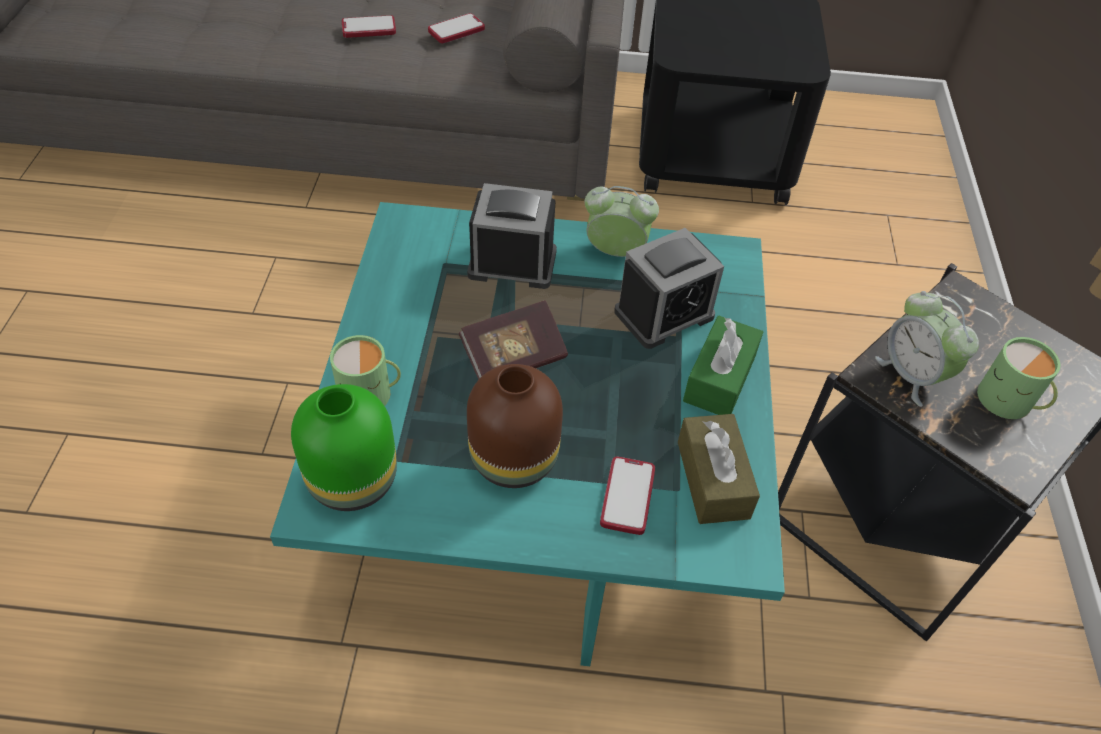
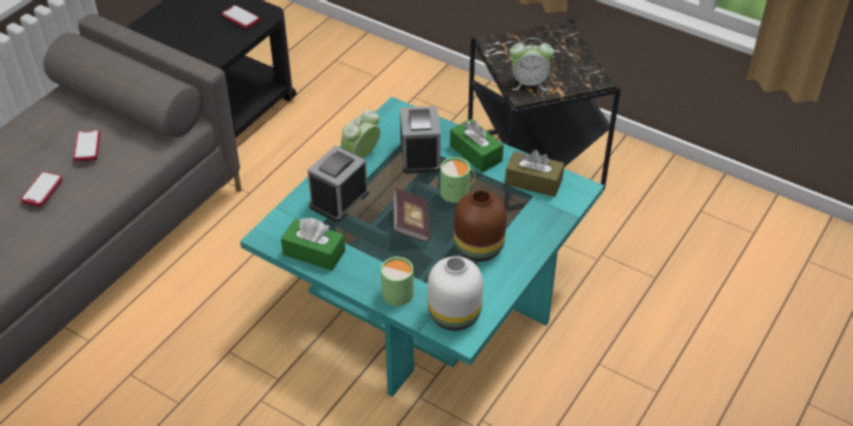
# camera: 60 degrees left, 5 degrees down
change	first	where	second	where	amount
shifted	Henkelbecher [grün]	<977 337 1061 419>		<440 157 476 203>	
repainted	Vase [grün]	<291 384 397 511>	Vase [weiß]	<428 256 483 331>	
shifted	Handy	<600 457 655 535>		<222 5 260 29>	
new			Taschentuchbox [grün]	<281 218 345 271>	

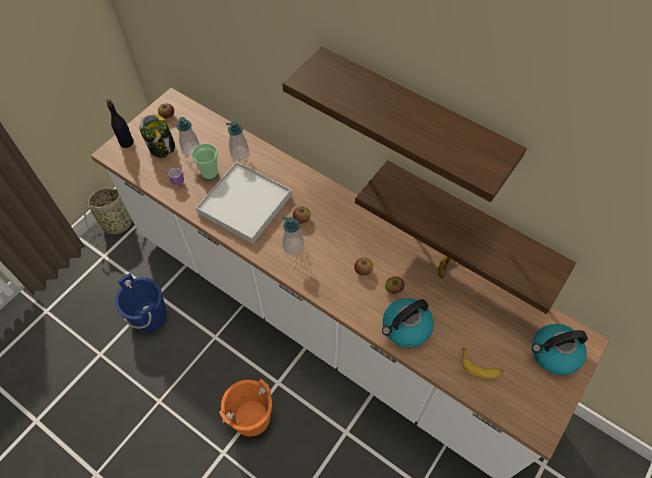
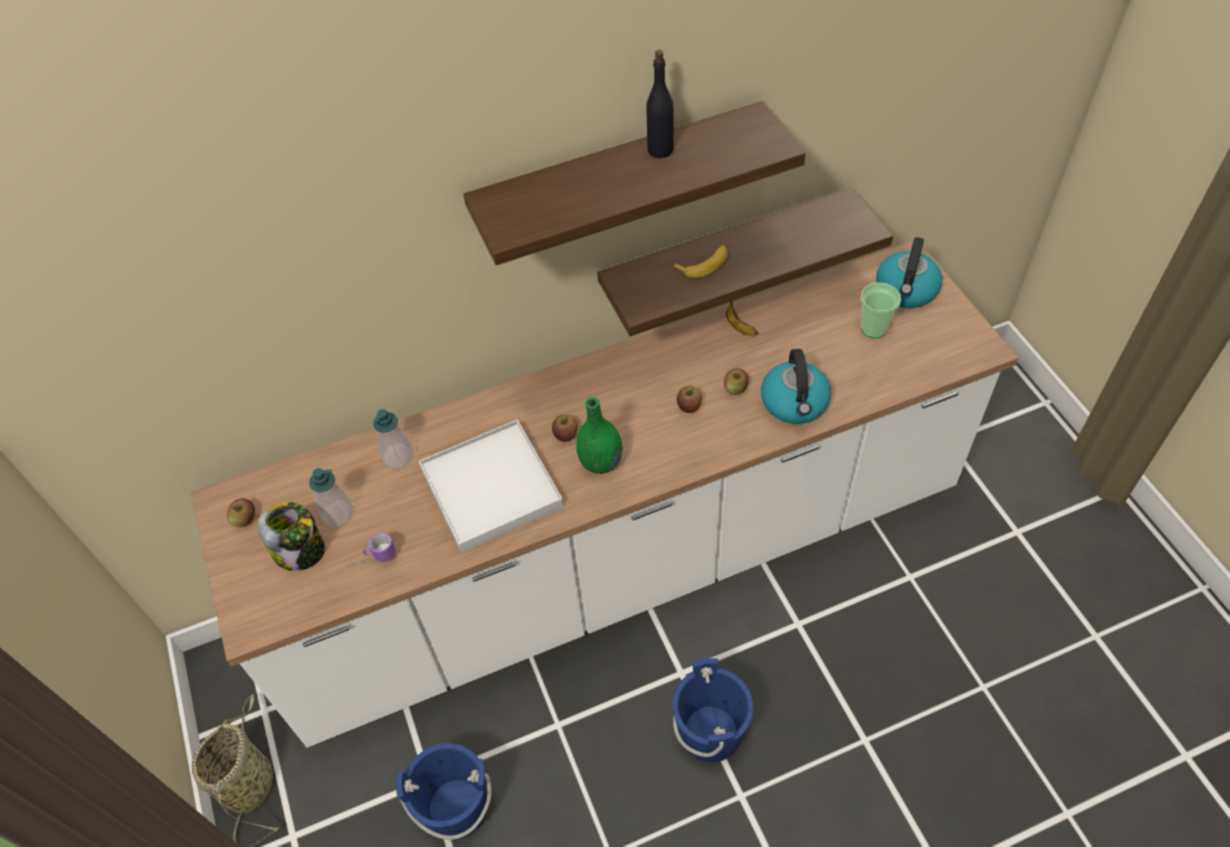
# camera: 55 degrees left, 5 degrees down
change	first	where	second	where	amount
shifted	Flasche [schwarz]	<106 99 134 148>		<646 50 673 158>	
shifted	Tasse	<191 144 218 180>		<861 283 901 338>	
swapped	Seifenspender	<282 216 304 255>	Vase [grün]	<576 397 623 474>	
shifted	Banane	<461 348 503 379>		<672 244 728 278>	
repainted	Eimer [orange]	<219 379 272 437>	Eimer [blau]	<672 658 754 762>	

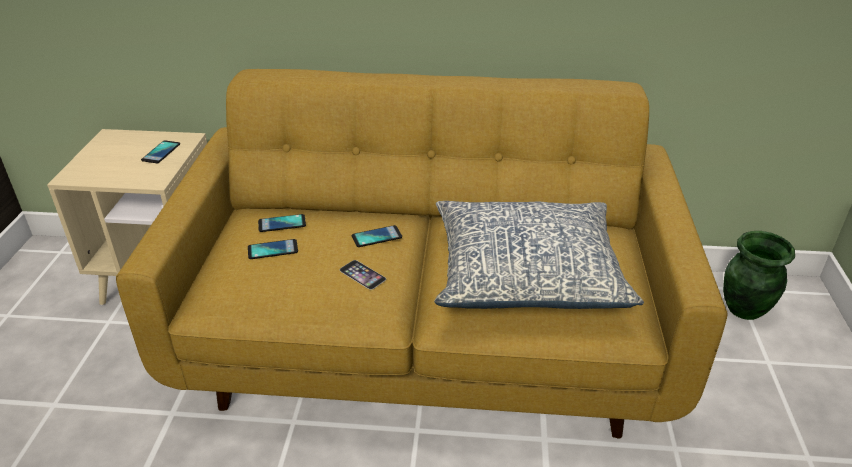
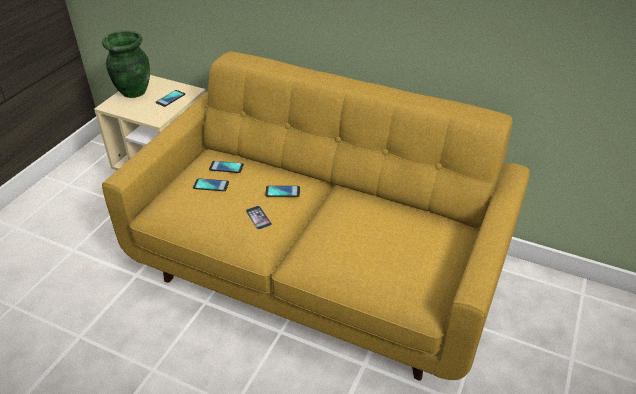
# camera: 20 degrees right, 5 degrees up
change	first	where	second	where	amount
gone	Kissen	<434 201 644 309>			
shifted	Vase [grün]	<723 231 795 320>		<102 31 150 98>	

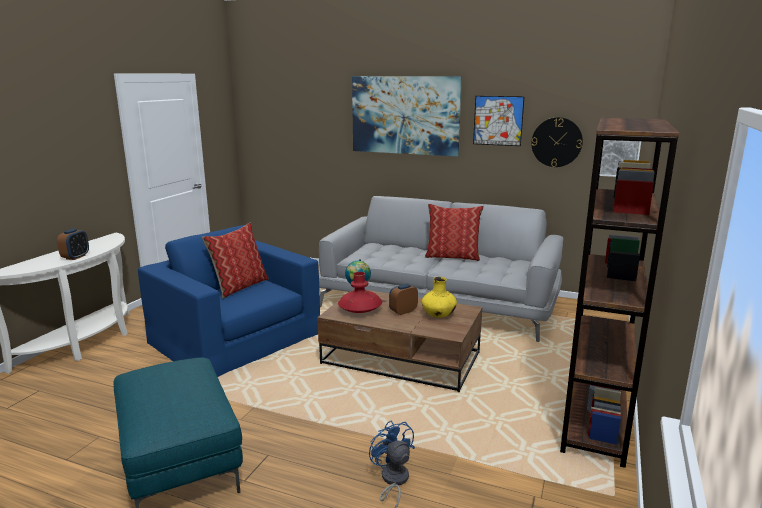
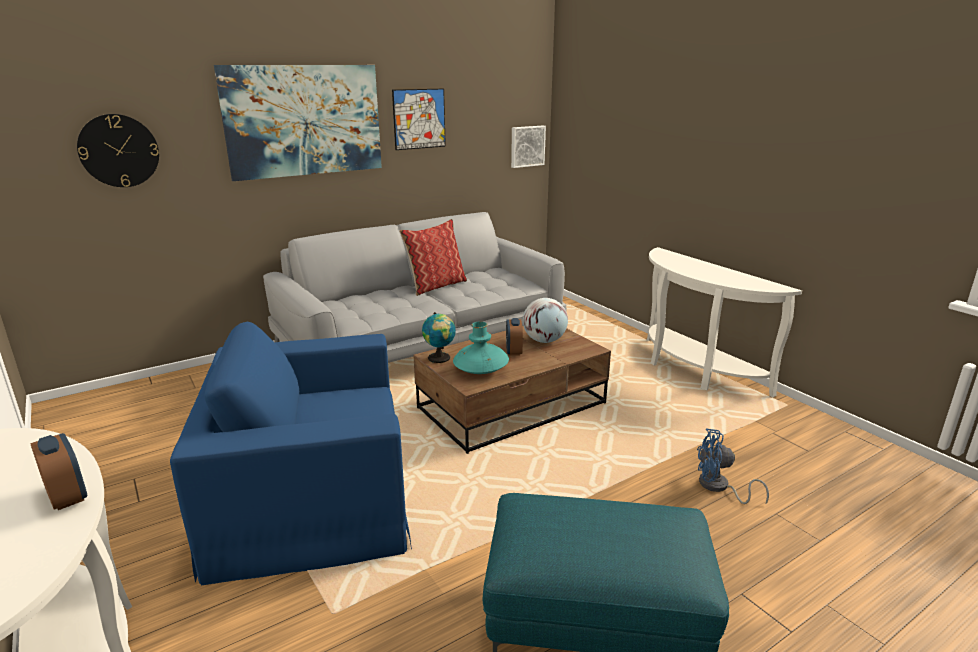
# camera: 55 degrees left, 5 degrees up
change	first	where	second	where	amount
shifted	Wanduhr	<531 117 583 167>		<77 114 159 187>	
swapped	Bücherregal [braun]	<560 118 679 468>	Konsolentisch [weiß]	<647 247 802 397>	
gone	Kissen	<202 223 269 299>			
repainted	Vase [rot]	<338 272 382 313>	Vase [türkis]	<453 321 509 374>	
swapped	Vase [gelb]	<422 277 457 318>	Globus	<523 298 568 343>	

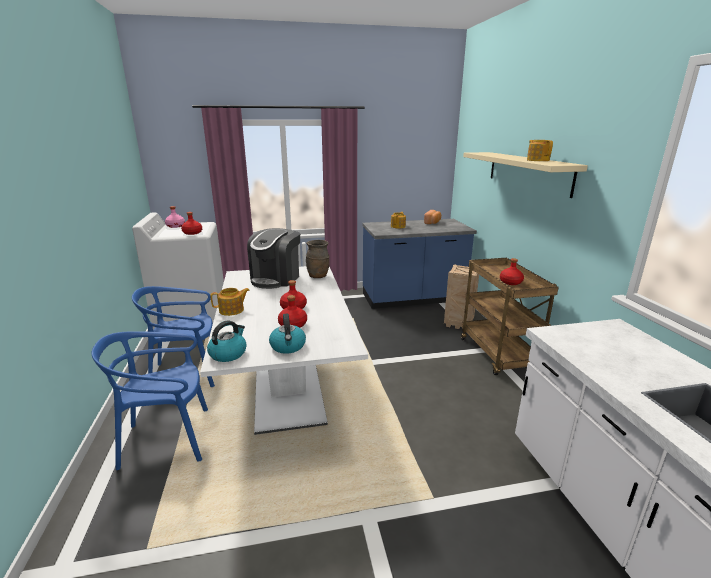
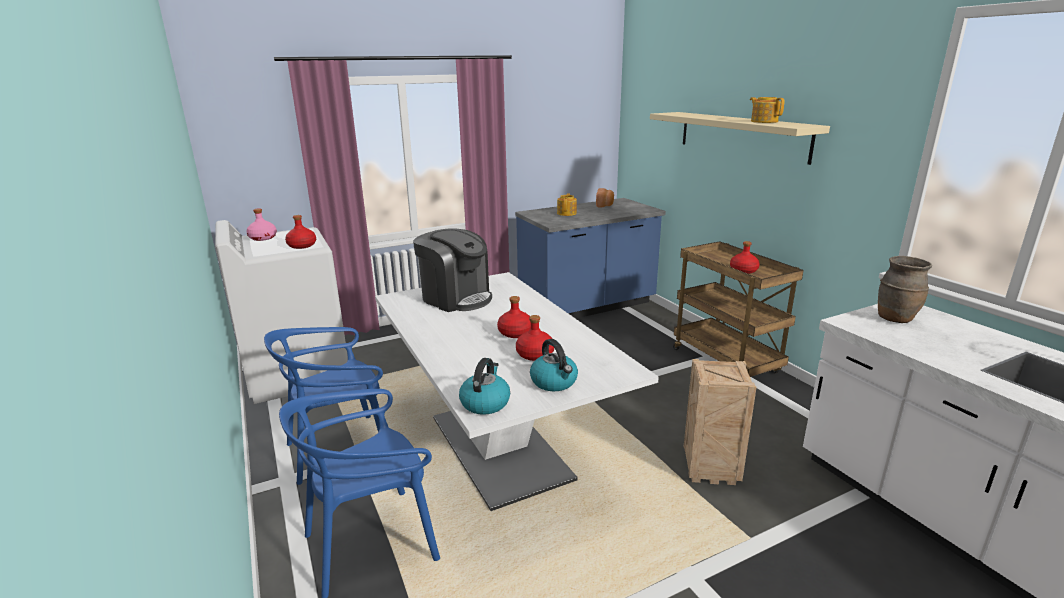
# camera: 15 degrees left, 0 degrees up
change	first	where	second	where	amount
rotated	Kaffeemaschine	<247 228 300 289>		<413 228 492 312>	60 degrees counterclockwise
shifted	Vase [braun]	<306 240 330 278>		<878 256 932 323>	
shifted	Kiste	<444 264 479 329>		<684 359 757 485>	
gone	Teekanne	<210 288 250 316>			

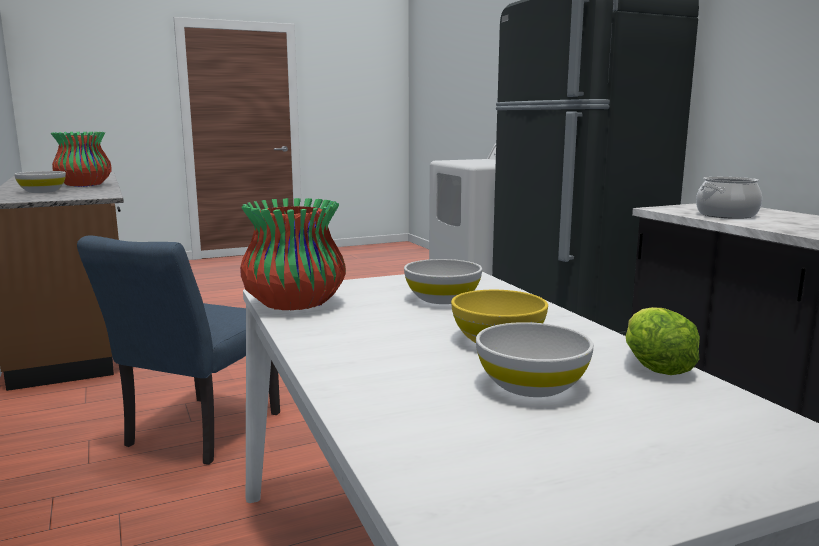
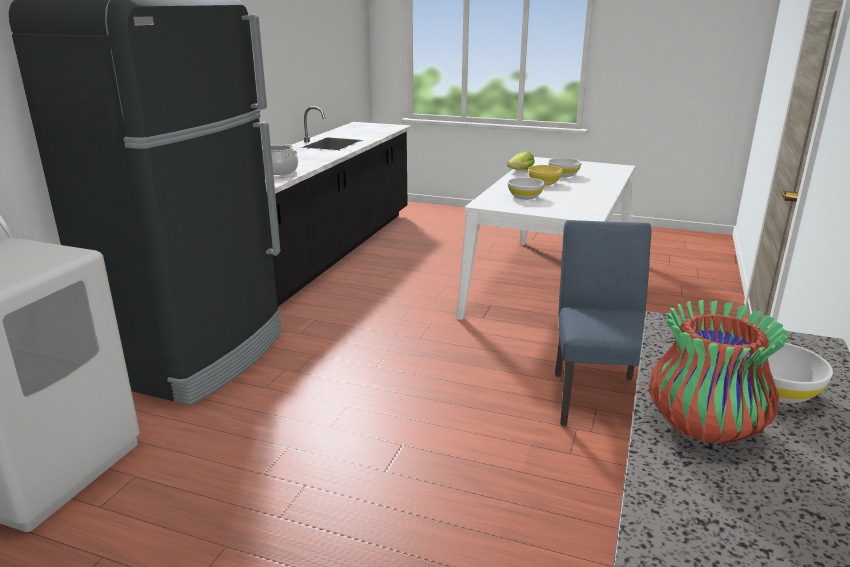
# camera: 135 degrees left, 10 degrees up
change	first	where	second	where	amount
gone	Vase	<240 198 346 310>			
rotated	Stuhl [blau]	<77 235 280 465>		<555 220 651 426>	60 degrees counterclockwise

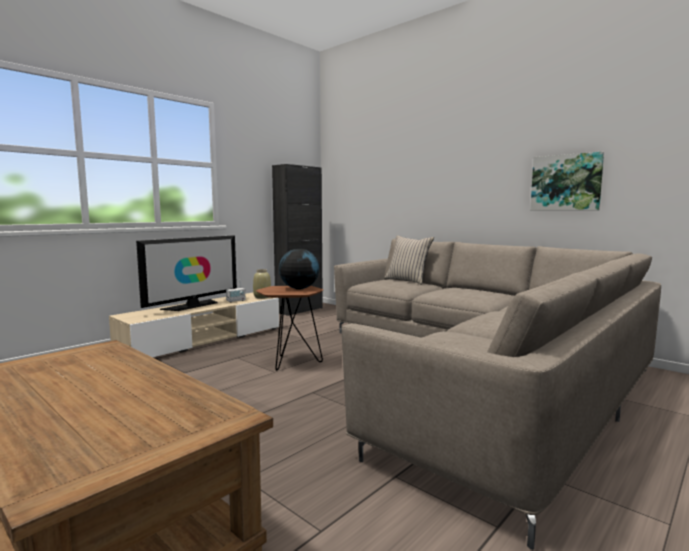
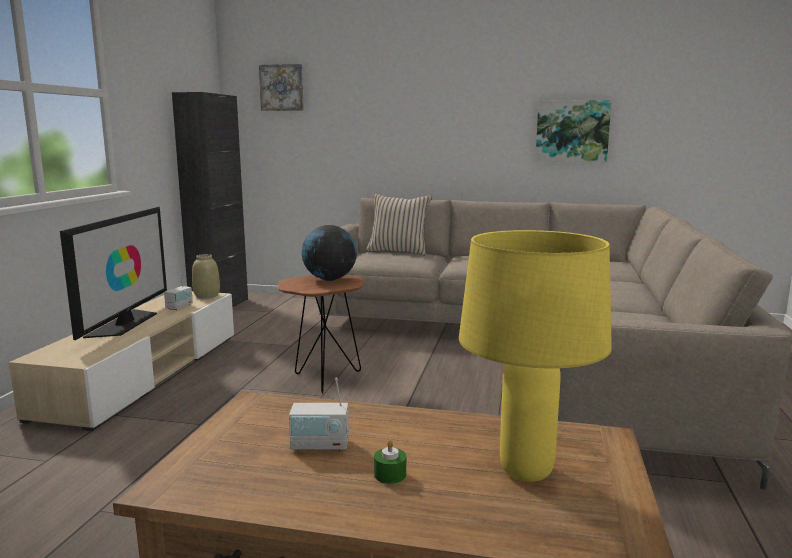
# camera: 30 degrees left, 5 degrees up
change	first	where	second	where	amount
new			Bild	<259 64 304 111>	
new			Tischlampe [gelb]	<459 230 612 482>	
new			Radio	<289 377 349 451>	
new			Kerze [grün]	<374 439 406 484>	

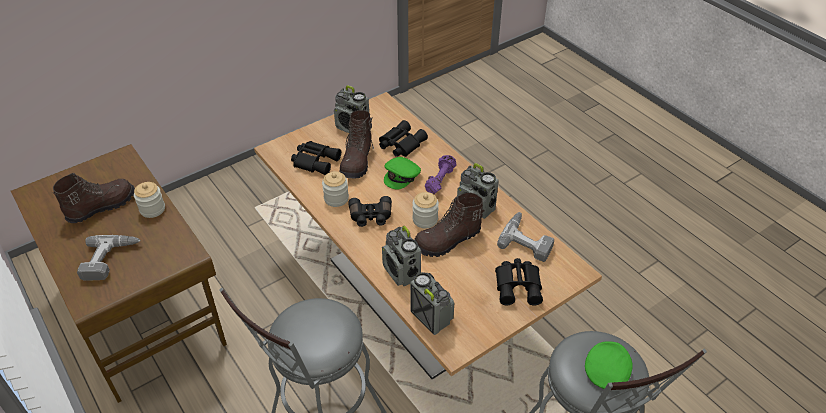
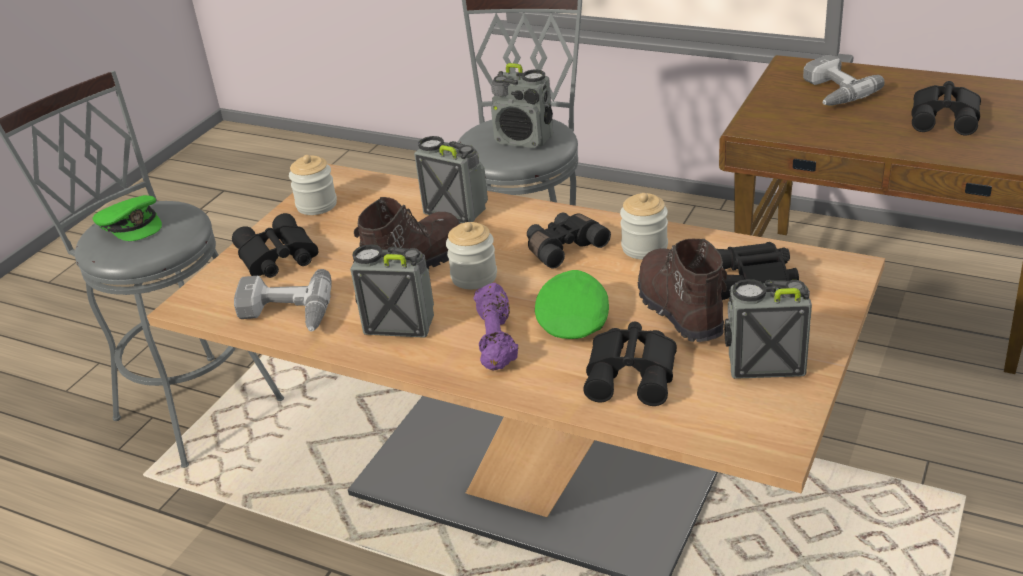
# camera: 155 degrees right, 10 degrees down
change	first	where	second	where	amount
swapped	Stiefel [braun]	<53 173 135 223>	Fernglas [schwarz]	<911 81 981 135>	
shifted	Vorratsglas	<134 182 165 218>		<289 155 337 215>	
shifted	Radio	<410 272 454 335>		<491 63 553 148>	
rotated	Kappe [grün]	<585 341 633 389>		<92 195 162 241>	45 degrees counterclockwise

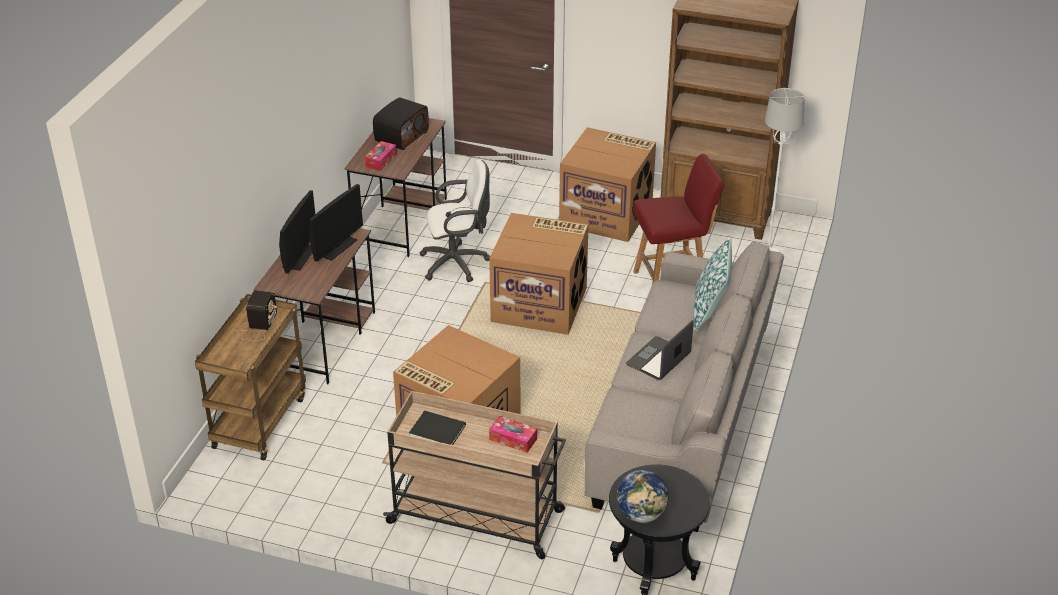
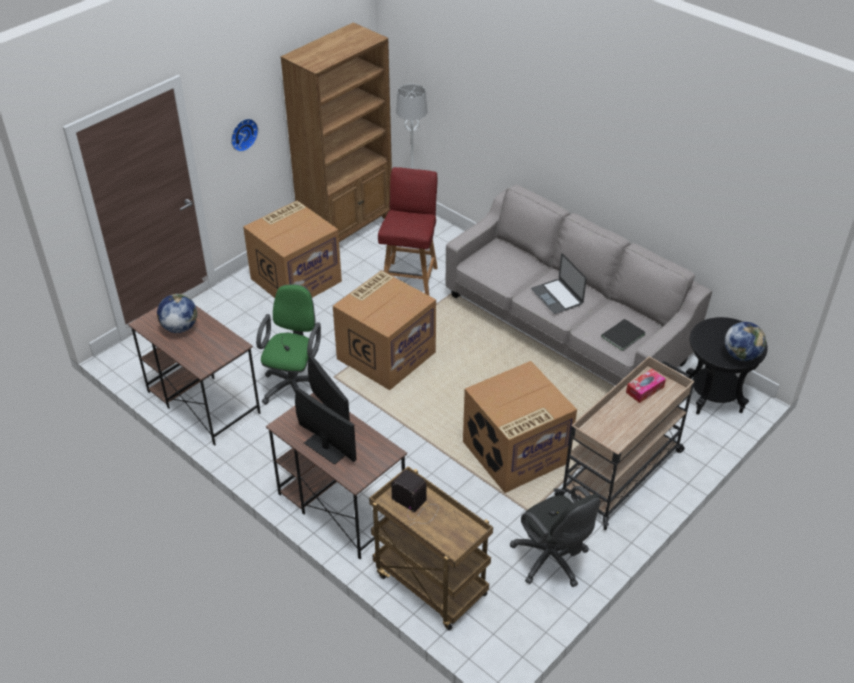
# camera: 65 degrees left, 5 degrees up
change	first	where	second	where	amount
swapped	Radio	<373 97 429 150>	Globus	<157 294 197 333>	
gone	Taschentuchbox	<364 141 397 171>			
repainted	Bürostuhl [weiß]	<419 160 490 282>	Bürostuhl [grün]	<256 284 321 405>	
gone	Kissen	<694 236 732 332>			
shifted	Buch [schwarz]	<409 410 466 445>		<601 319 646 351>	
new			Wanduhr	<231 119 258 152>	
new			Bürostuhl [schwarz]	<510 486 601 587>	

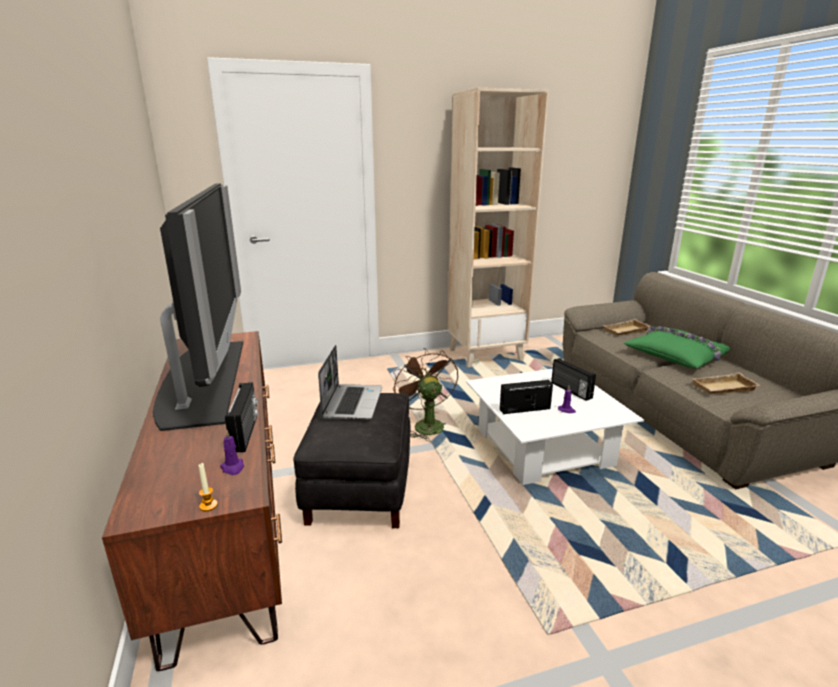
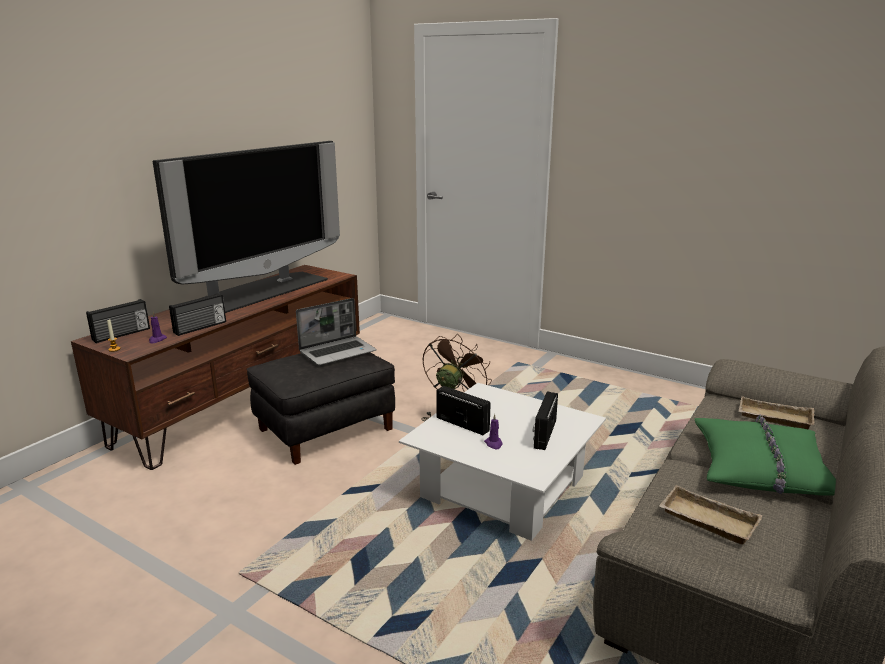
# camera: 50 degrees right, 0 degrees up
change	first	where	second	where	amount
gone	Bücherregal [beige]	<448 88 549 367>			
new			Radio	<86 299 150 343>	

